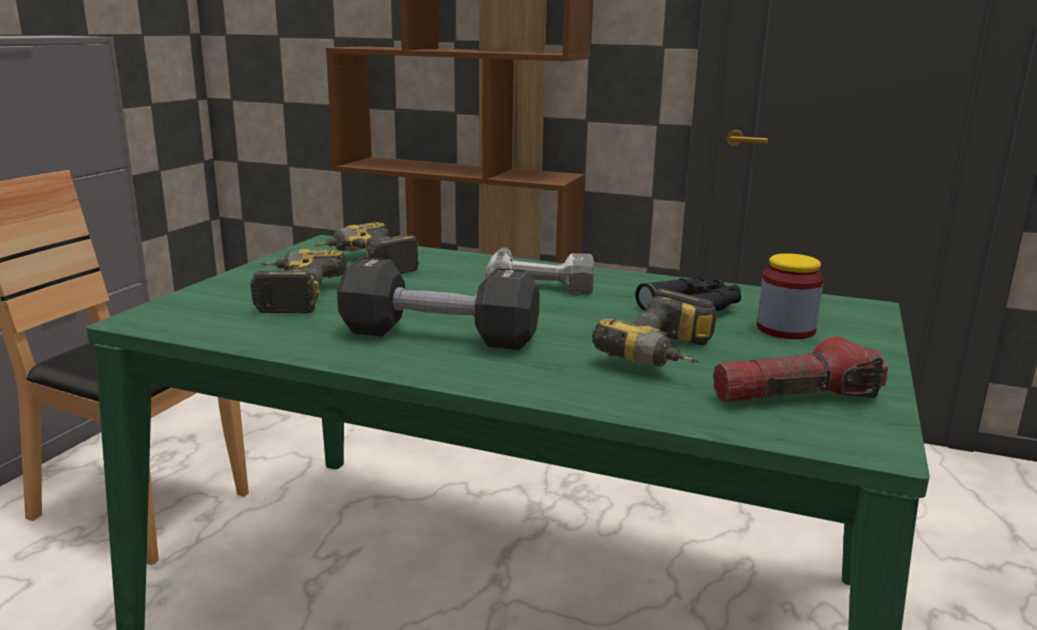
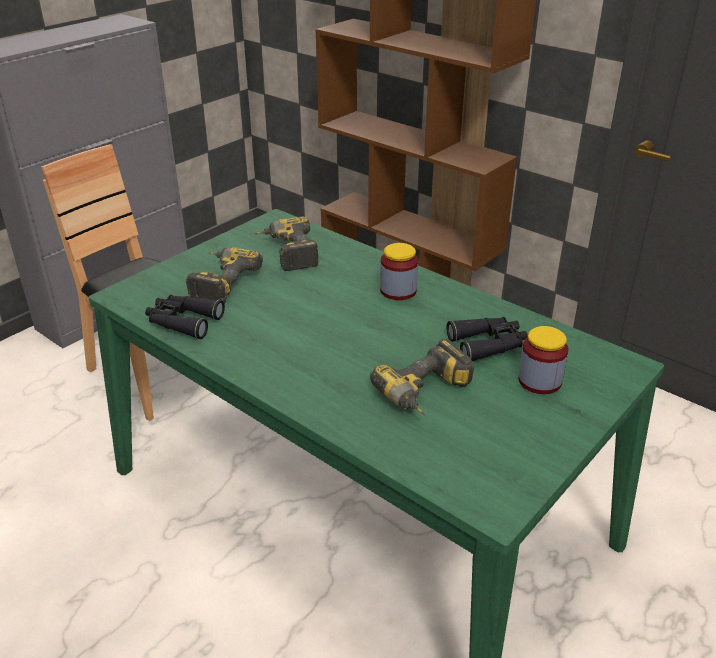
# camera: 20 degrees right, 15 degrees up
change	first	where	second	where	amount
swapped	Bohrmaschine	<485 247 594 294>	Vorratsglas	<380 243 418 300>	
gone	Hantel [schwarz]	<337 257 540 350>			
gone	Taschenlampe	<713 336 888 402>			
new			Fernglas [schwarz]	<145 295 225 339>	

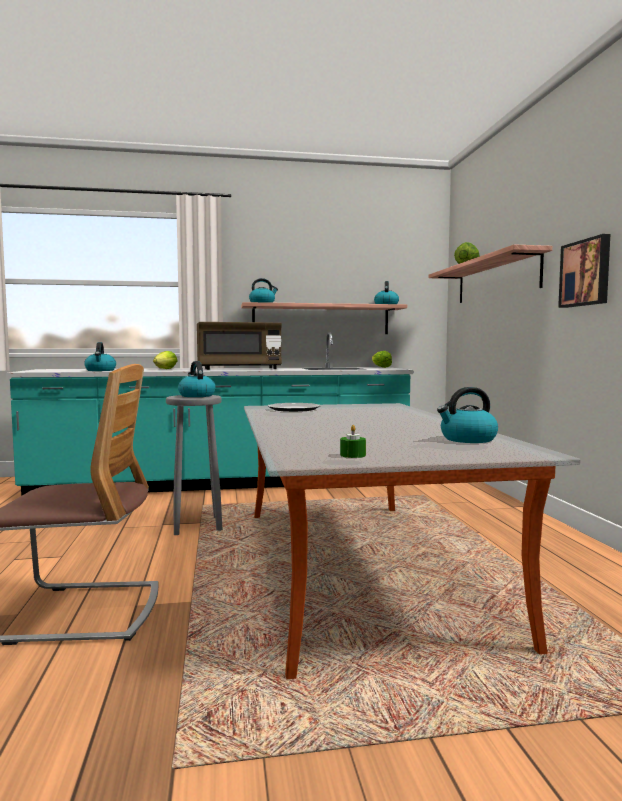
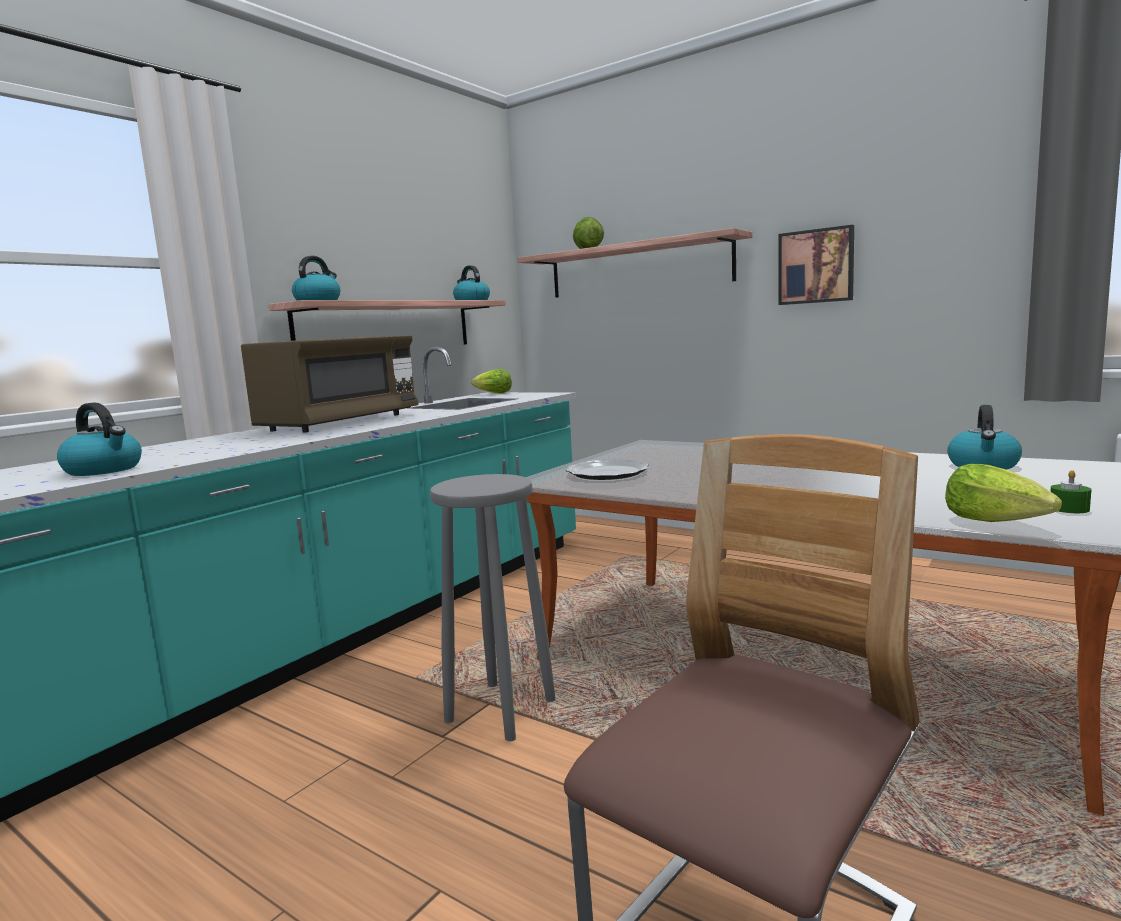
# camera: 45 degrees left, 5 degrees up
change	first	where	second	where	amount
shifted	Salatkopf	<153 351 178 369>		<945 464 1062 522>	
gone	Wasserkessel	<178 361 216 397>			

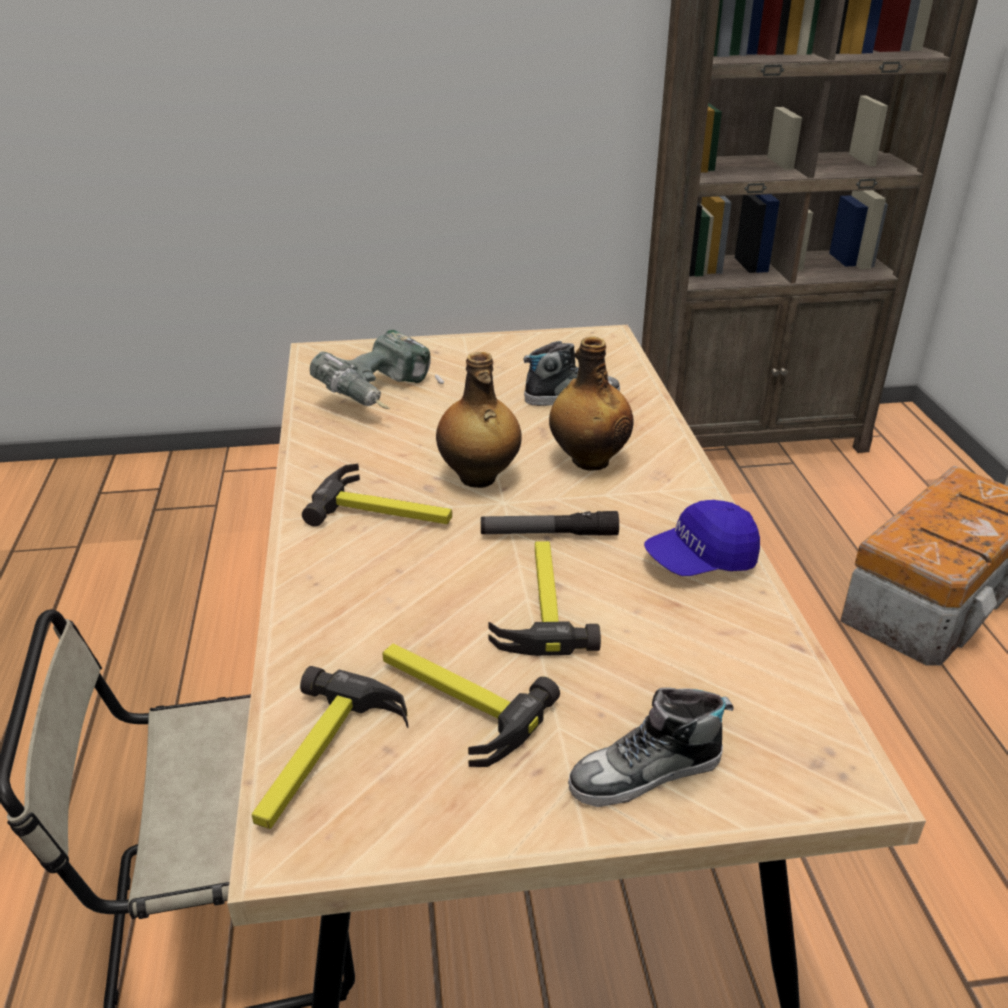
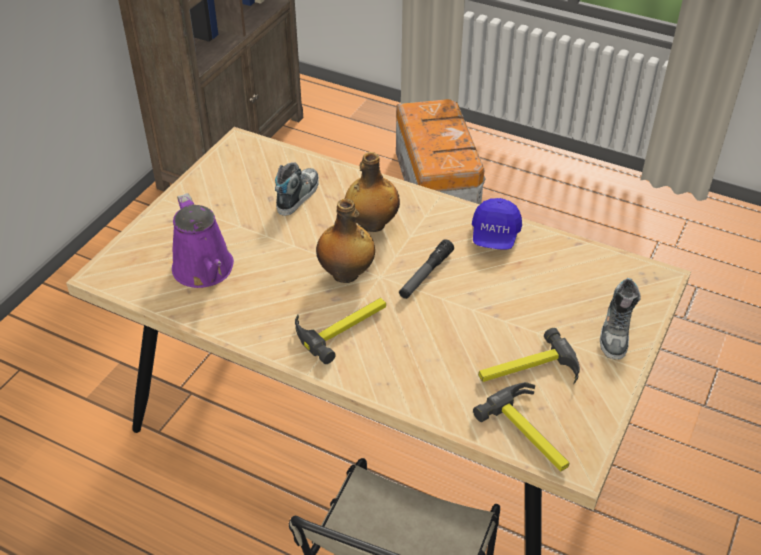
# camera: 55 degrees left, 10 degrees up
change	first	where	second	where	amount
swapped	Bohrmaschine	<310 330 444 409>	Gießkanne [lila]	<172 193 234 288>	
gone	Hammer	<488 541 601 656>			

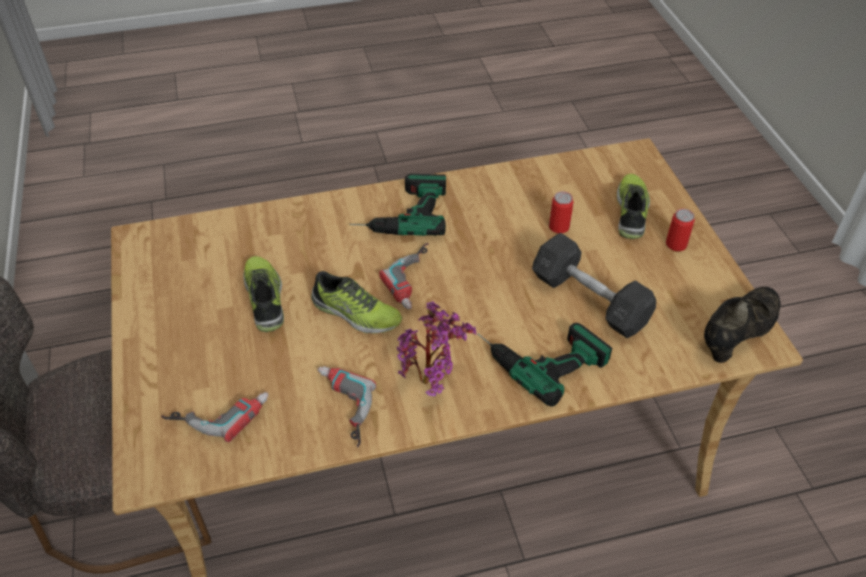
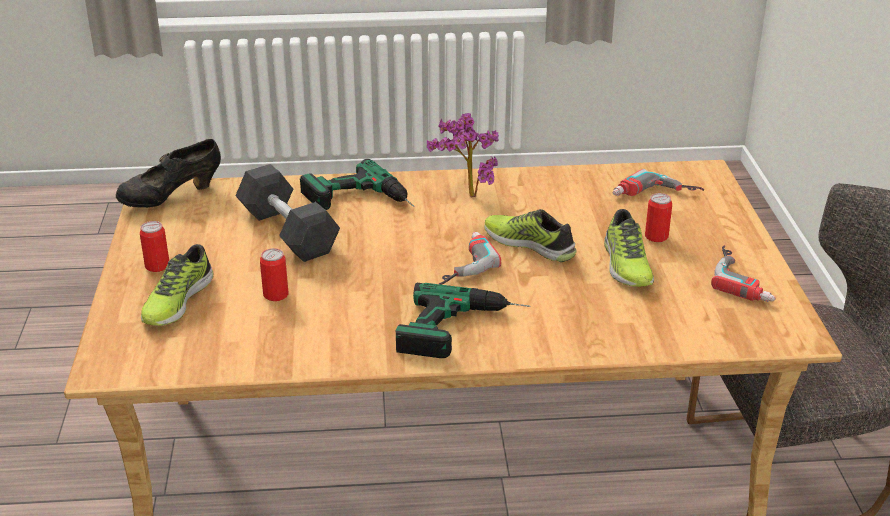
# camera: 170 degrees left, 15 degrees down
change	first	where	second	where	amount
shifted	Bohrmaschine	<318 366 376 447>		<711 245 776 302>	
new			Dose	<645 193 672 242>	

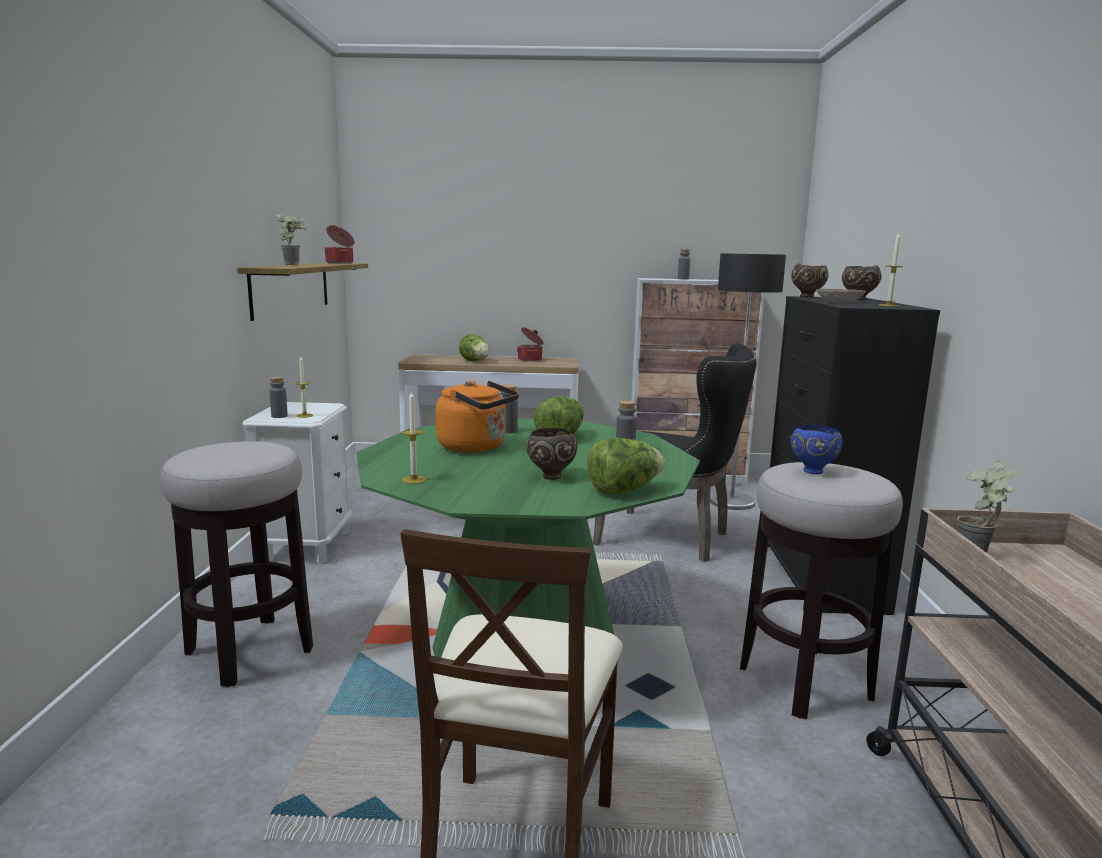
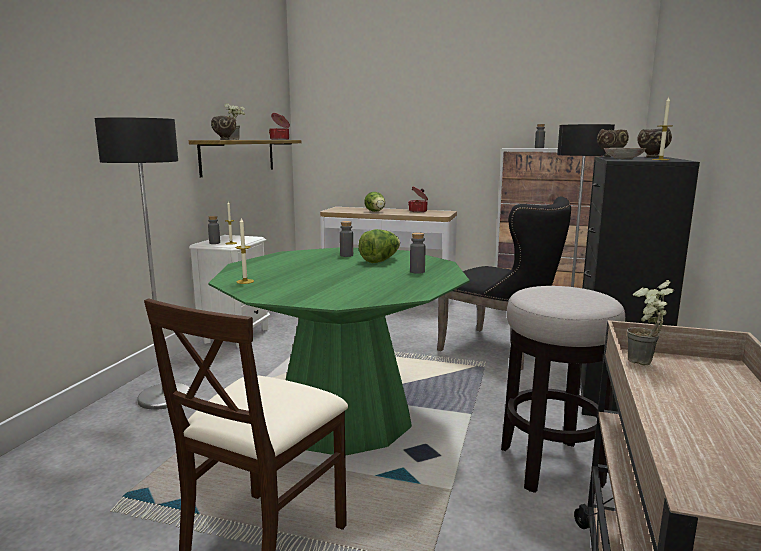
# camera: 15 degrees right, 0 degrees up
change	first	where	second	where	amount
gone	Wasserkessel [orange]	<436 381 519 453>			
gone	Schüssel [blau]	<791 425 843 474>			
shifted	Schüssel [braun]	<526 428 578 480>		<211 116 236 140>	
gone	Salatkopf	<587 438 665 494>			
swapped	Hocker	<160 441 313 687>	Stehlampe	<94 117 190 410>	

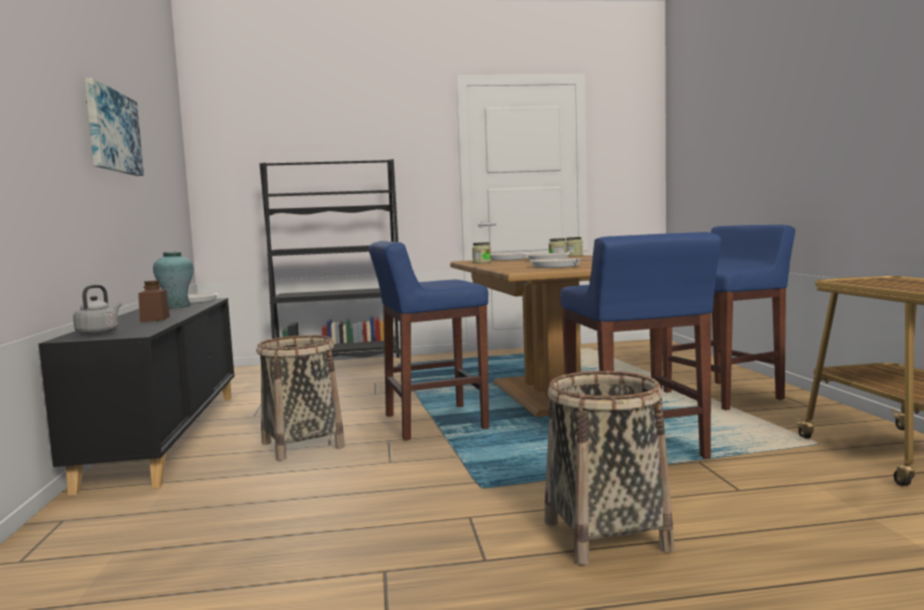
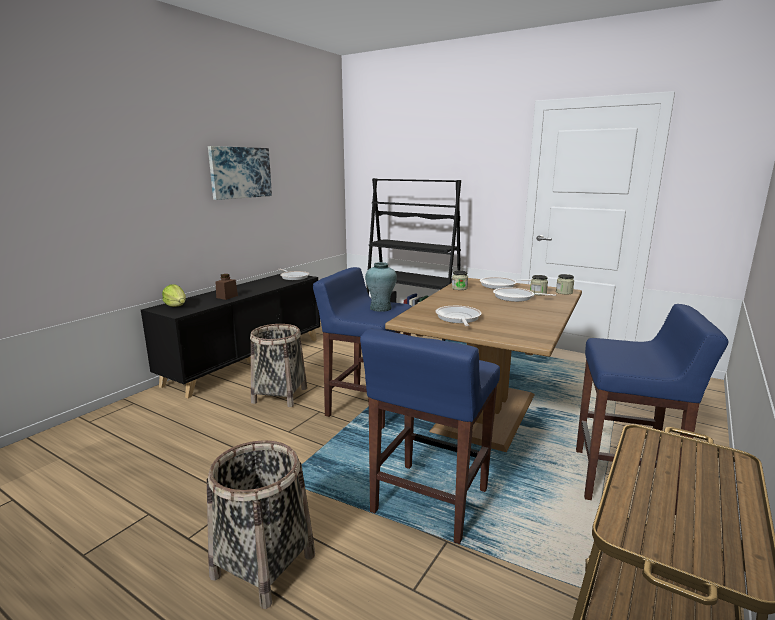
# camera: 40 degrees right, 10 degrees up
change	first	where	second	where	amount
shifted	Vase [türkis]	<153 252 194 309>		<365 262 397 312>	
swapped	Wasserkessel [grau]	<73 285 121 335>	Salatkopf	<162 284 186 307>	

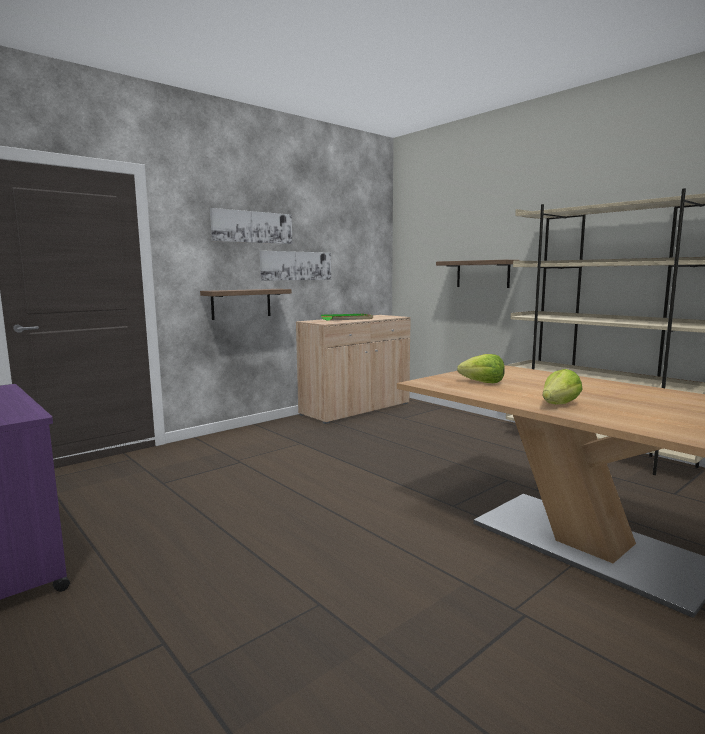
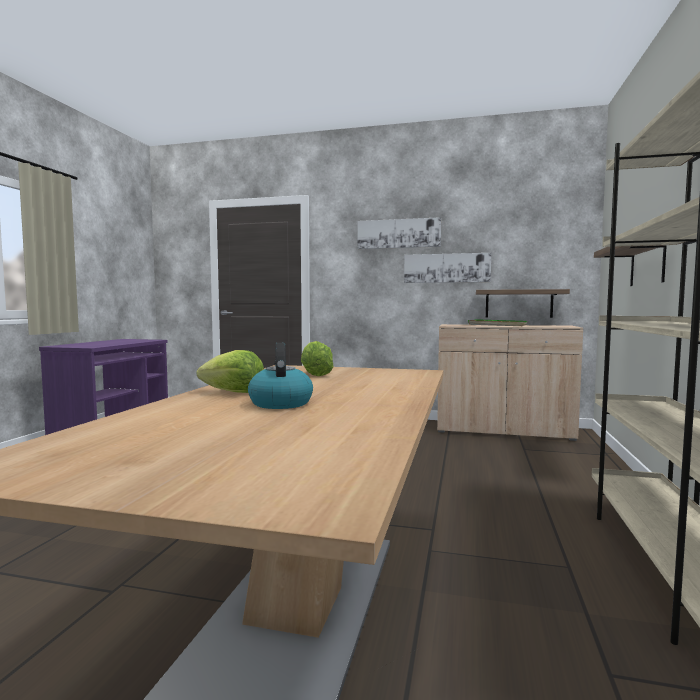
# camera: 55 degrees right, 5 degrees down
change	first	where	second	where	amount
shifted	Wandregal	<200 289 292 320>		<476 289 570 318>	
new			Wasserkessel	<248 343 313 409>	

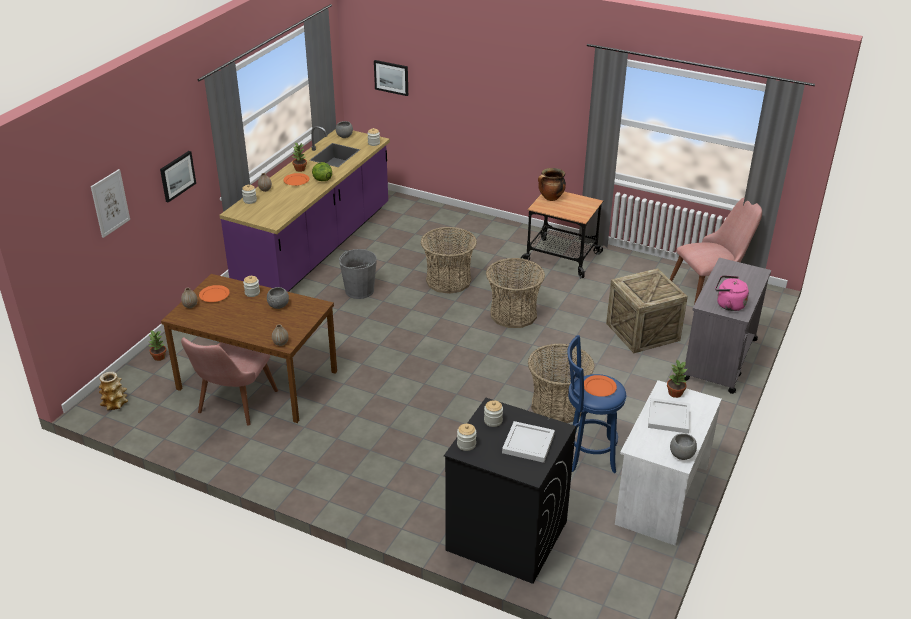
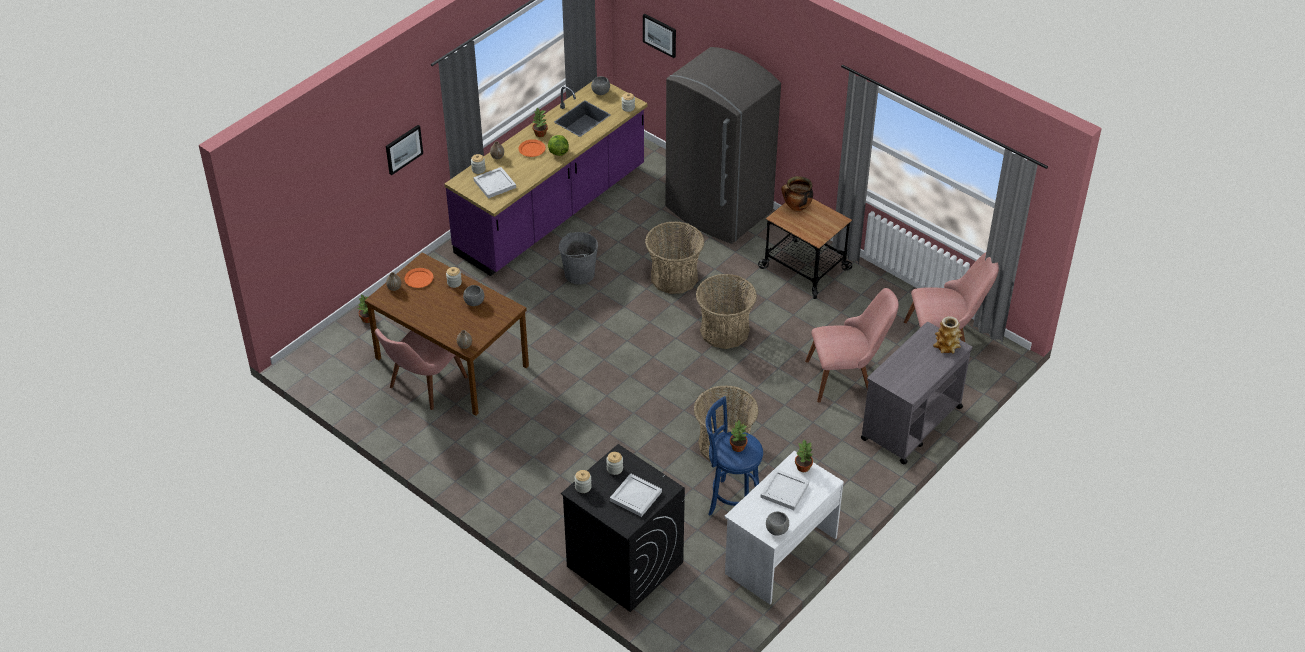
# camera: 15 degrees right, 10 degrees up
change	first	where	second	where	amount
gone	Bild	<91 169 130 238>			
swapped	Kiste	<606 268 688 353>	Stuhl [rosa]	<805 288 899 403>	
gone	Wasserkessel [rosa]	<715 275 749 311>			
shifted	Vase	<99 372 128 410>		<933 316 962 354>	
swapped	Teller [orange]	<584 375 617 397>	Topfpflanze	<730 420 747 452>	
new			Kühlschrank [grau]	<665 47 781 244>	
new			Tablett [weiß]	<473 167 516 199>	

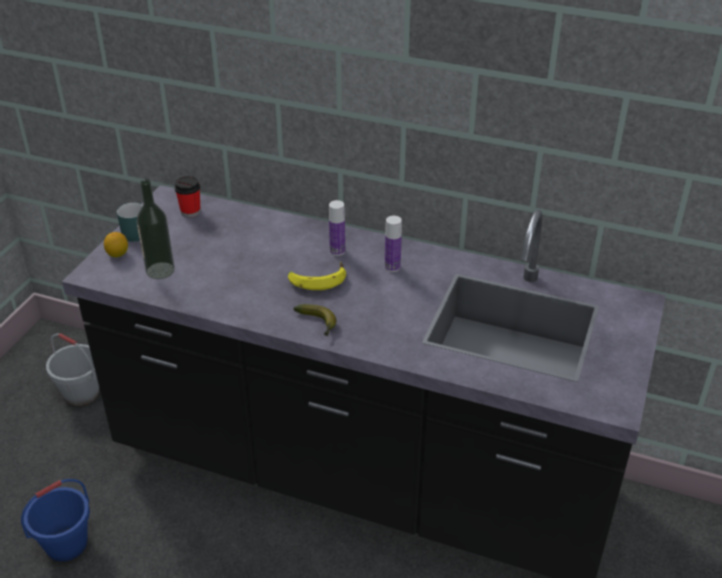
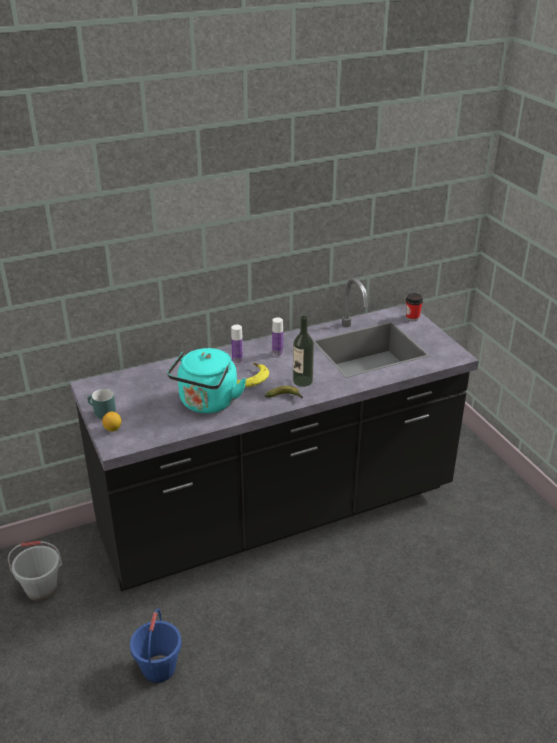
# camera: 45 degrees left, 5 degrees down
change	first	where	second	where	amount
shifted	Tasse	<174 176 200 217>		<406 293 423 321>	
shifted	Flasche	<137 180 175 279>		<293 315 314 387>	
new			Wasserkessel [türkis]	<167 348 247 413>	

